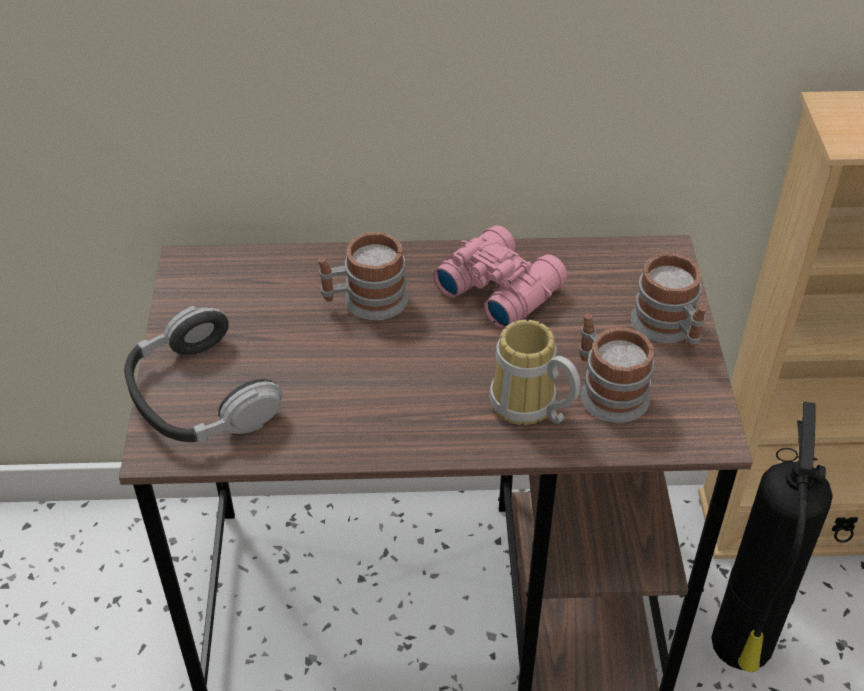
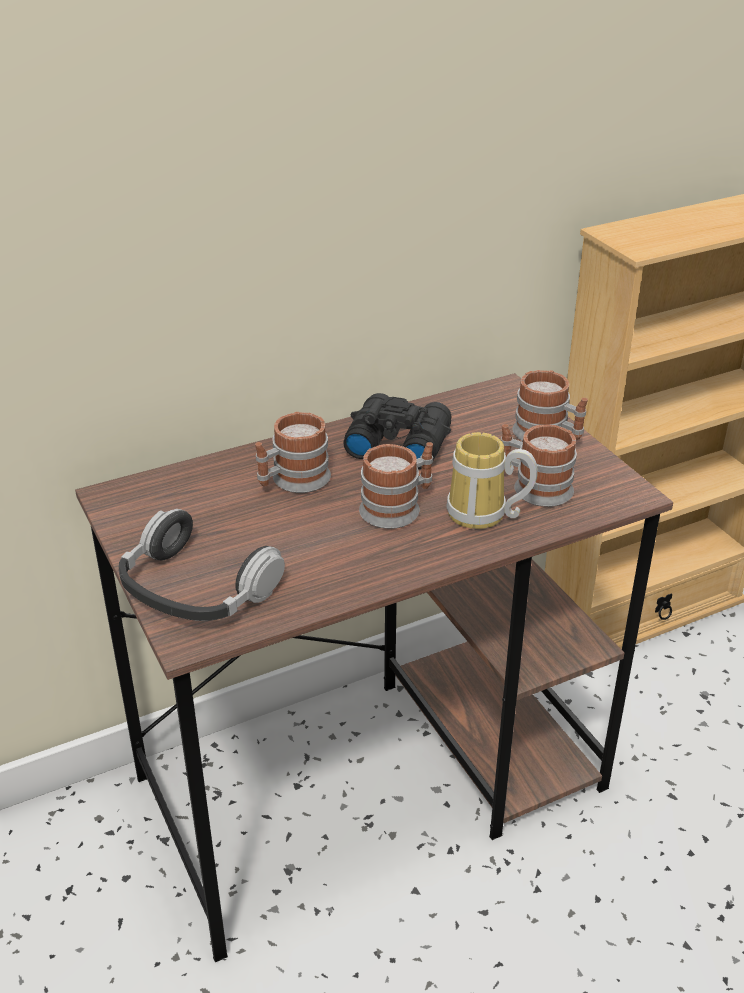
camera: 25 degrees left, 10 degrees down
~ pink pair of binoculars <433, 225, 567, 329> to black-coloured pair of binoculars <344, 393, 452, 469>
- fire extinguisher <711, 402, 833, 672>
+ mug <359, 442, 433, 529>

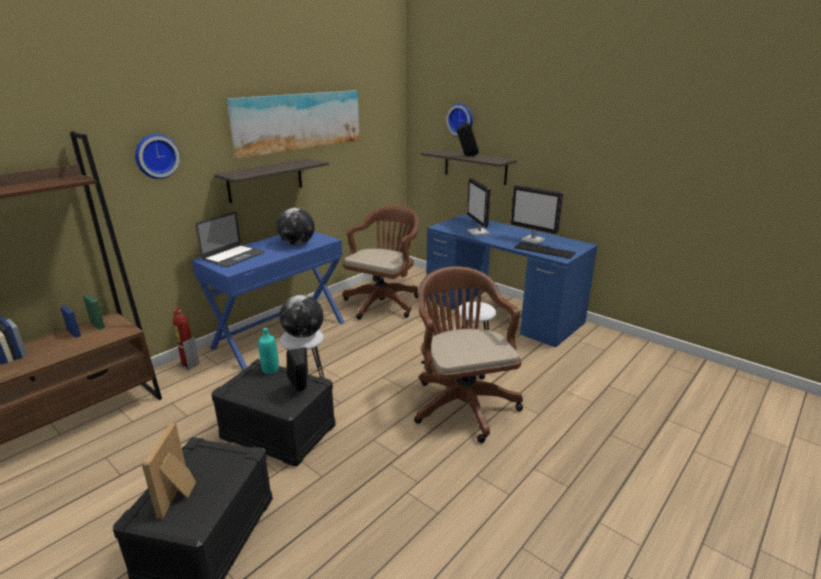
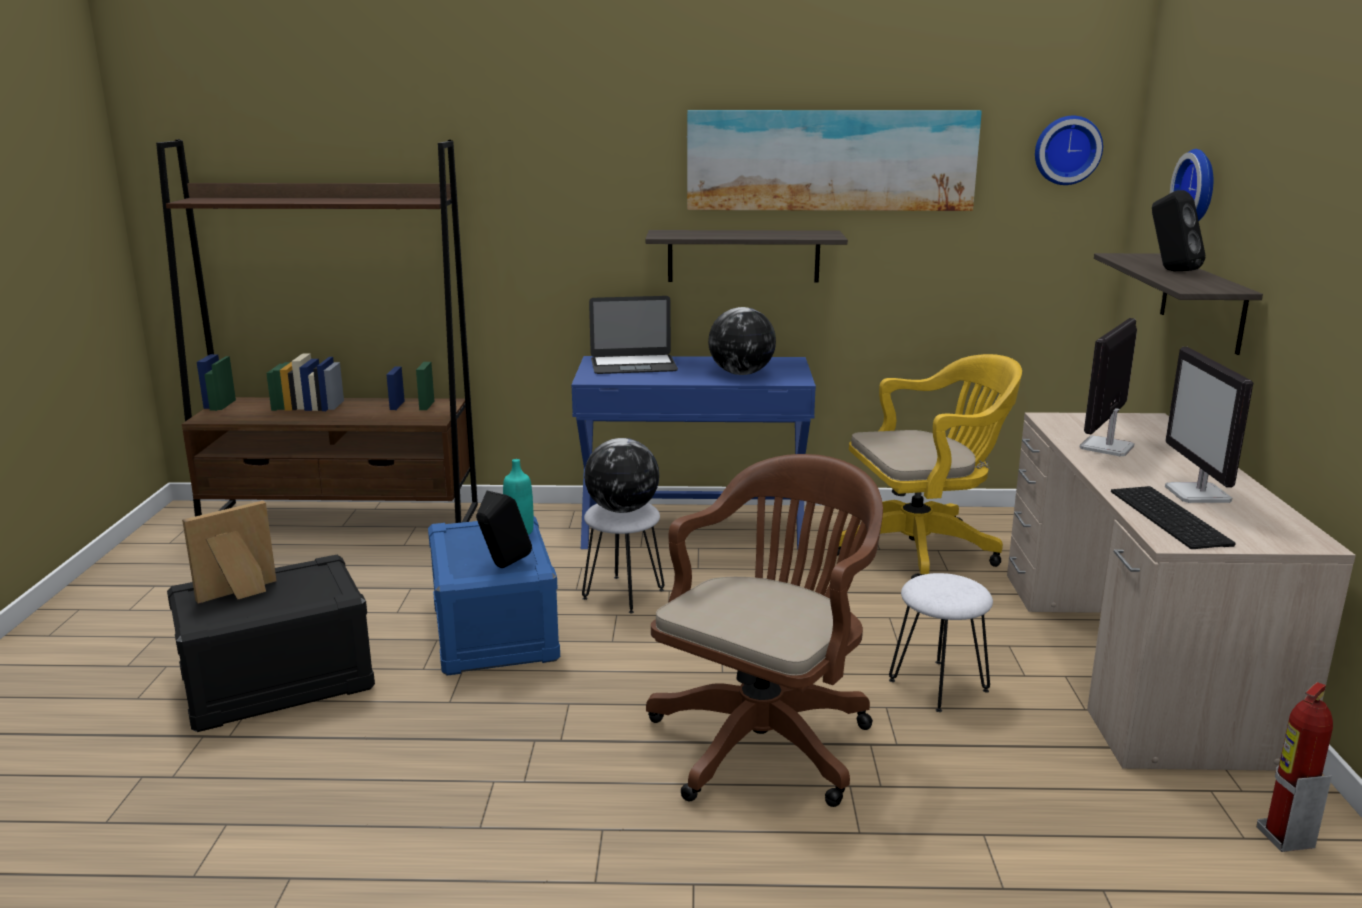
camera: 50 degrees right, 5 degrees down
~ wall clock <135, 134, 180, 179> to <1035, 116, 1103, 185>
~ brown computer chair <342, 205, 418, 320> to yellowish computer chair <837, 354, 1022, 579>
~ blue desk unit <426, 214, 598, 348> to beige desk unit <1007, 412, 1356, 770>
~ fire extinguisher <173, 307, 200, 370> to <1257, 682, 1333, 852>
~ black-coloured storage bin <211, 359, 336, 467> to blue storage bin <428, 516, 560, 676>

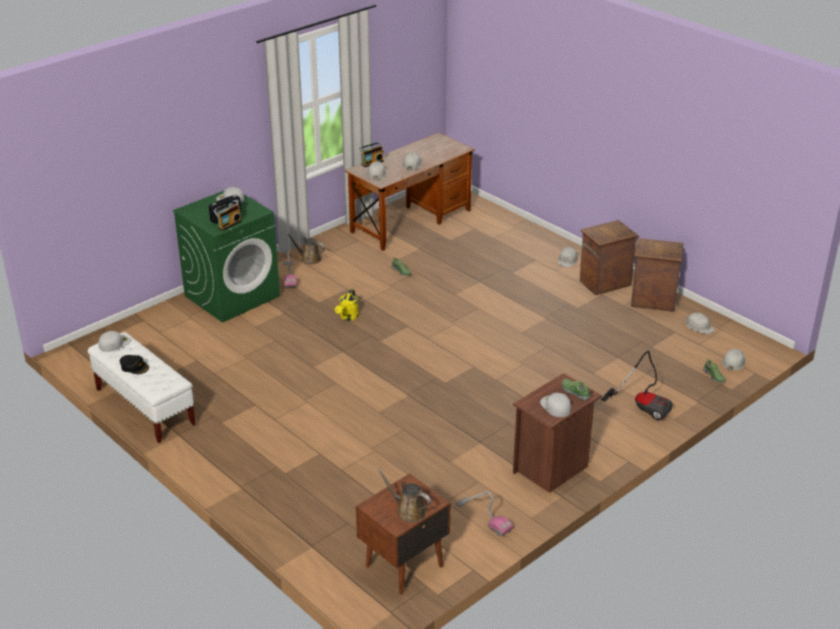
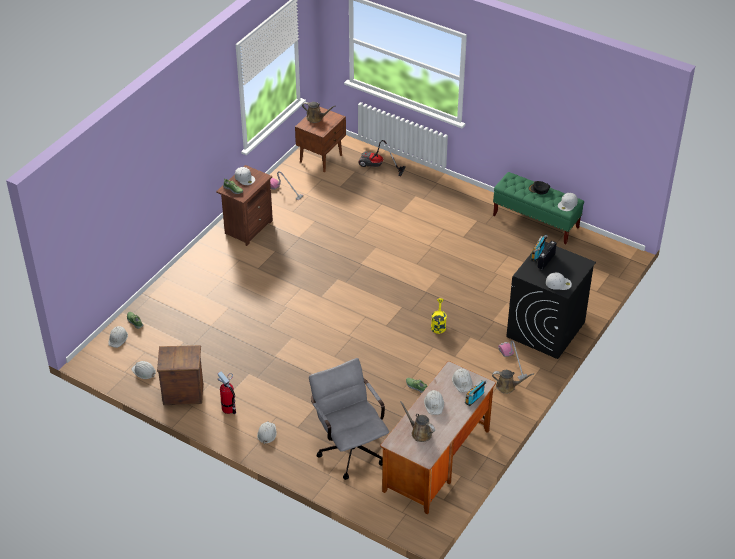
camera: 165 degrees right, 10 degrees up
~ green-coloured laundry machine <173, 191, 280, 323> to black-coloured laundry machine <507, 242, 596, 359>
~ shipping crate <580, 220, 638, 295> to fire extinguisher <217, 371, 236, 414>
~ whitish long seat <88, 332, 196, 443> to green-coloured long seat <493, 172, 584, 244>
~ vacuum <601, 351, 673, 421> to <358, 140, 406, 176>
+ greyish computer chair <309, 358, 389, 480>
+ brown sprinkling can <400, 401, 435, 442>

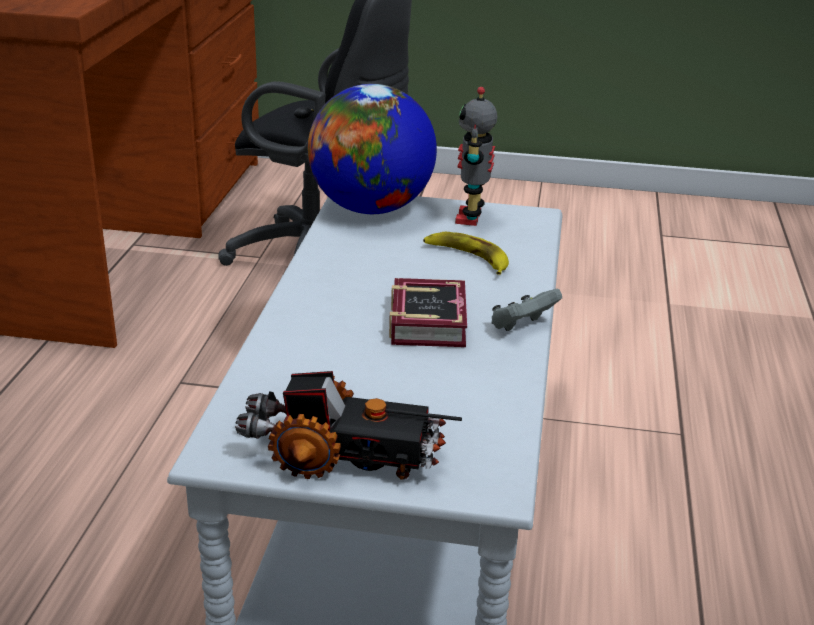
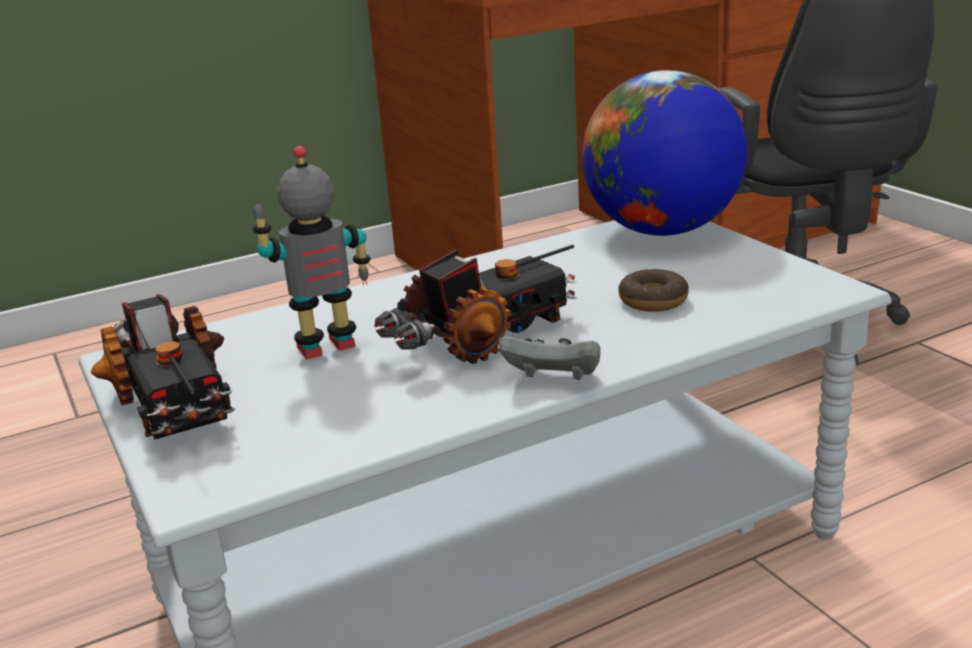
camera: 55 degrees right, 5 degrees down
~ robot figure <455, 87, 497, 226> to <253, 146, 371, 359>
~ banana fruit <423, 232, 509, 275> to doughnut <618, 269, 689, 312>
~ bound book <389, 278, 467, 347> to model truck <375, 245, 577, 364>

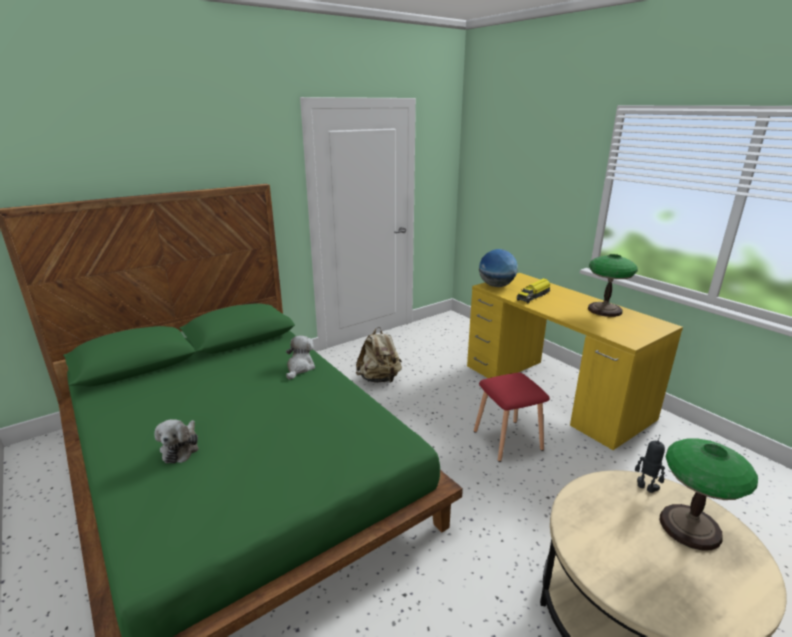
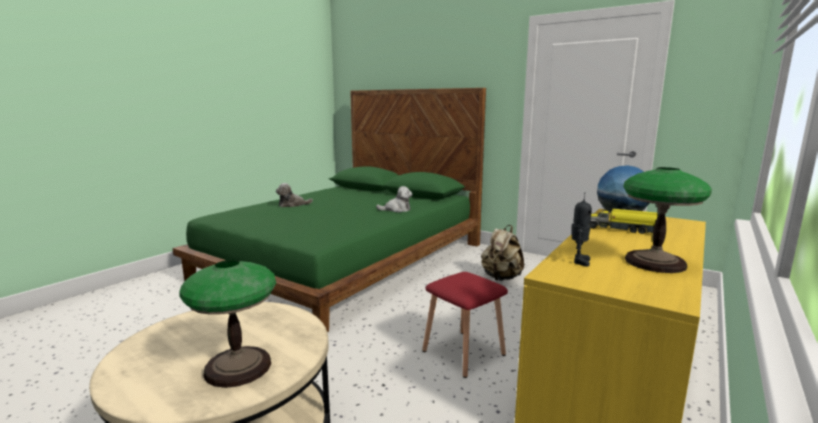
camera: 70 degrees right, 10 degrees down
~ robot figure <635, 435, 665, 493> to <572, 192, 592, 266>

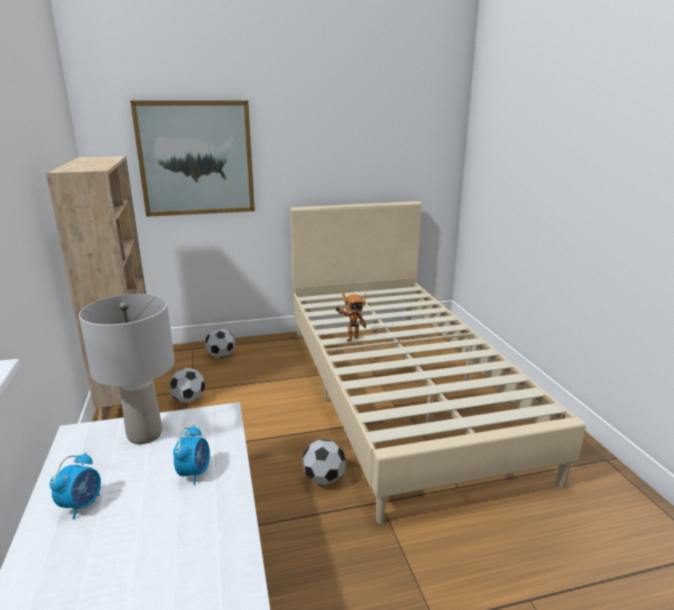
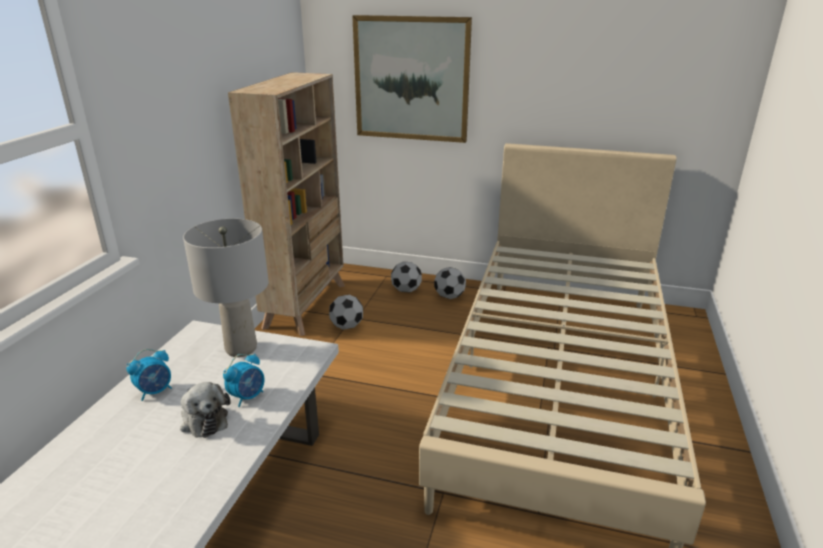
camera: 30 degrees right, 5 degrees up
- robot figure <336, 293, 366, 342>
~ football <302, 439, 346, 485> to <434, 267, 466, 299>
+ soft toy <180, 382, 231, 438>

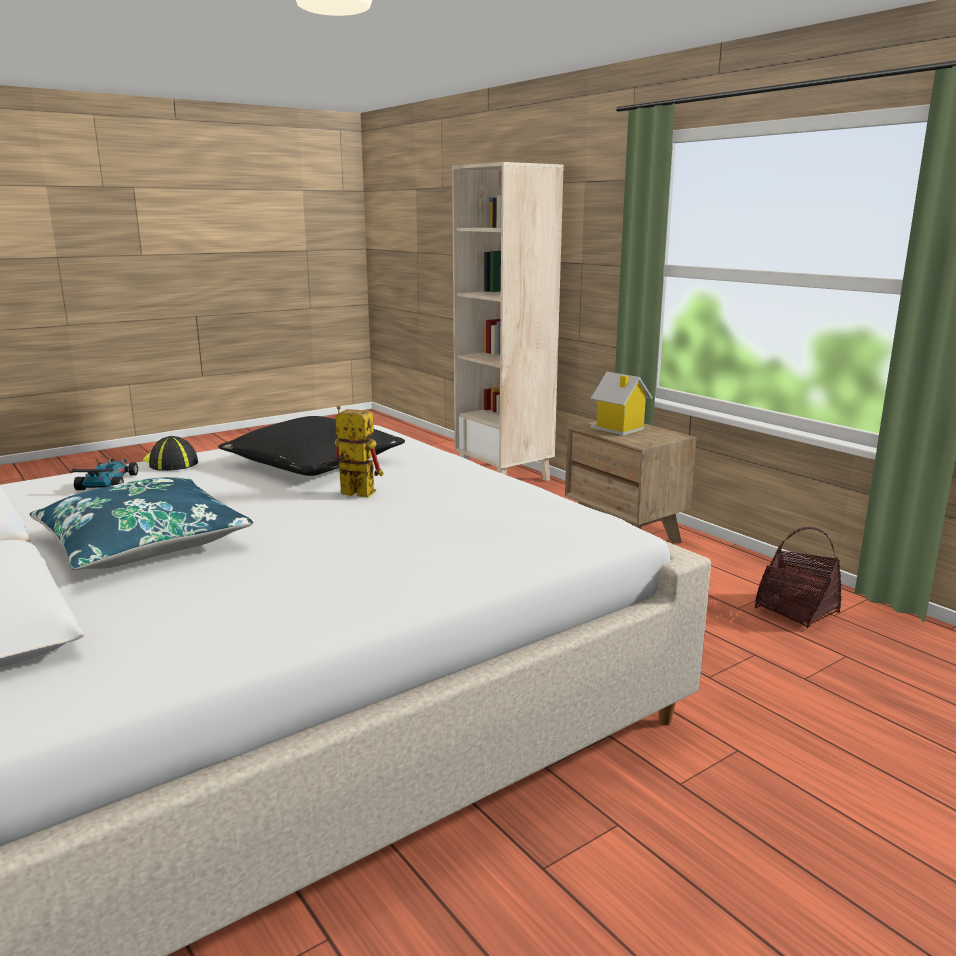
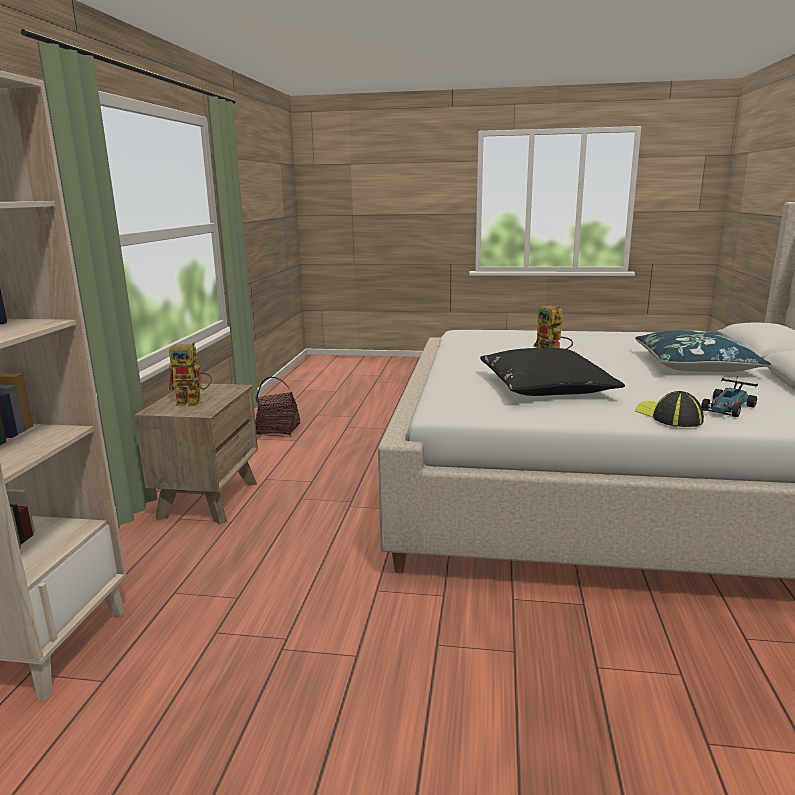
camera: 135 degrees left, 0 degrees up
~ model house <591, 372, 653, 435> to robot figure <168, 342, 212, 406>
~ cap <143, 436, 198, 471> = <636, 391, 704, 427> 150 degrees clockwise

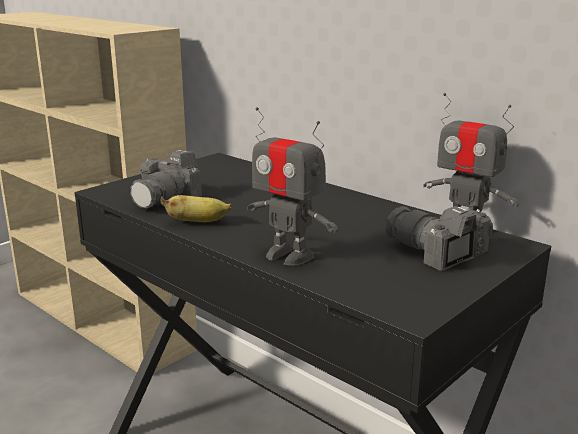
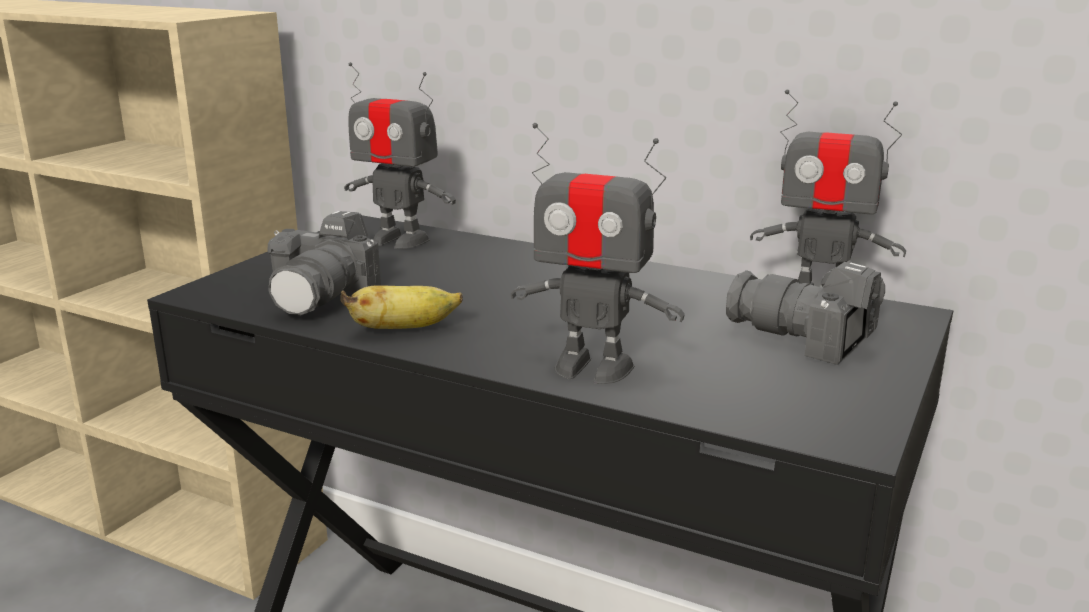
camera: 15 degrees left, 0 degrees up
+ robot figure <344, 62, 456, 249>

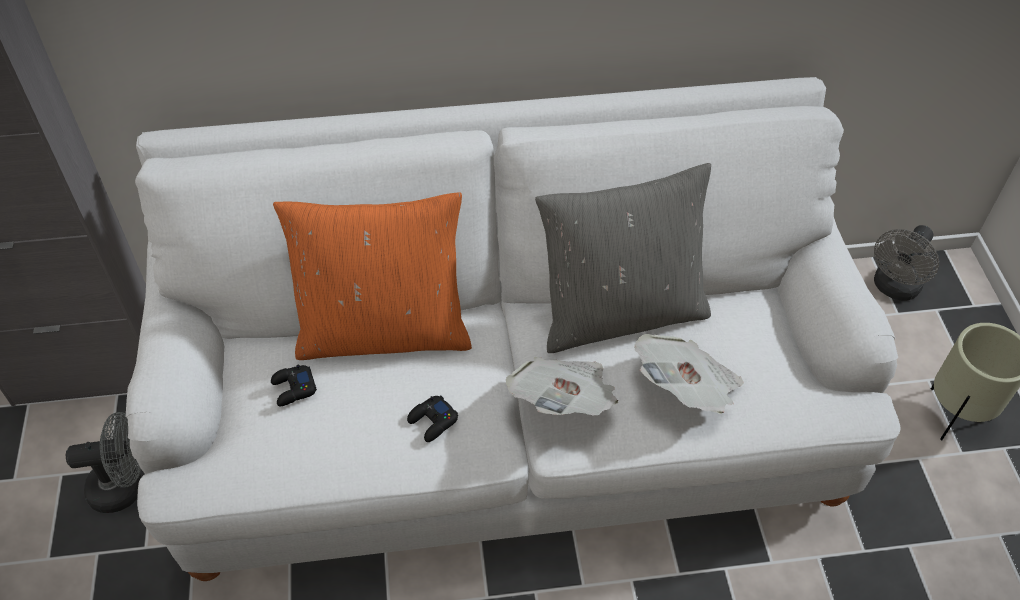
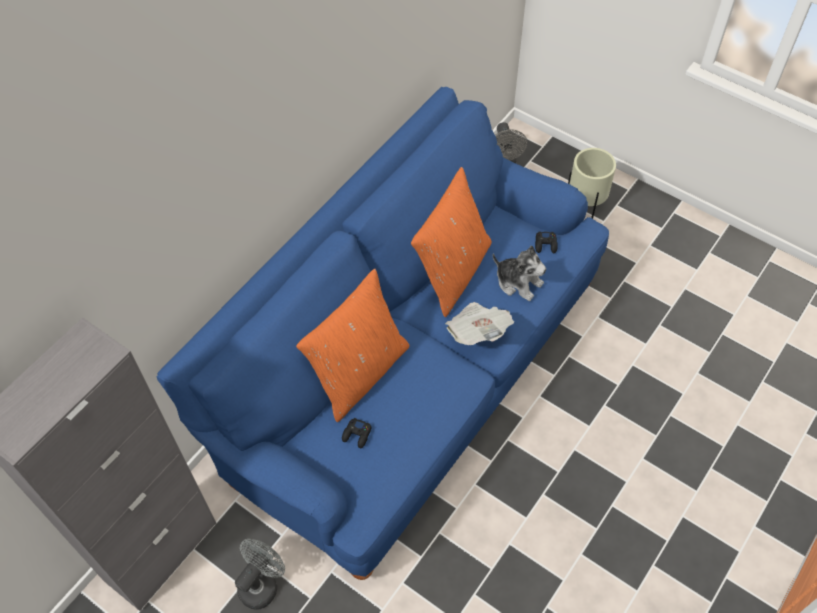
camera: 45 degrees left, 5 degrees up
~ whitish couch <126, 77, 901, 581> to blue couch <157, 87, 609, 580>
~ greyish cushion <535, 163, 711, 353> to orange cushion <411, 167, 492, 317>
~ printed paper <634, 334, 744, 414> to soft toy <493, 246, 546, 301>
~ black-coloured joypad <407, 395, 458, 442> to <535, 231, 558, 253>

